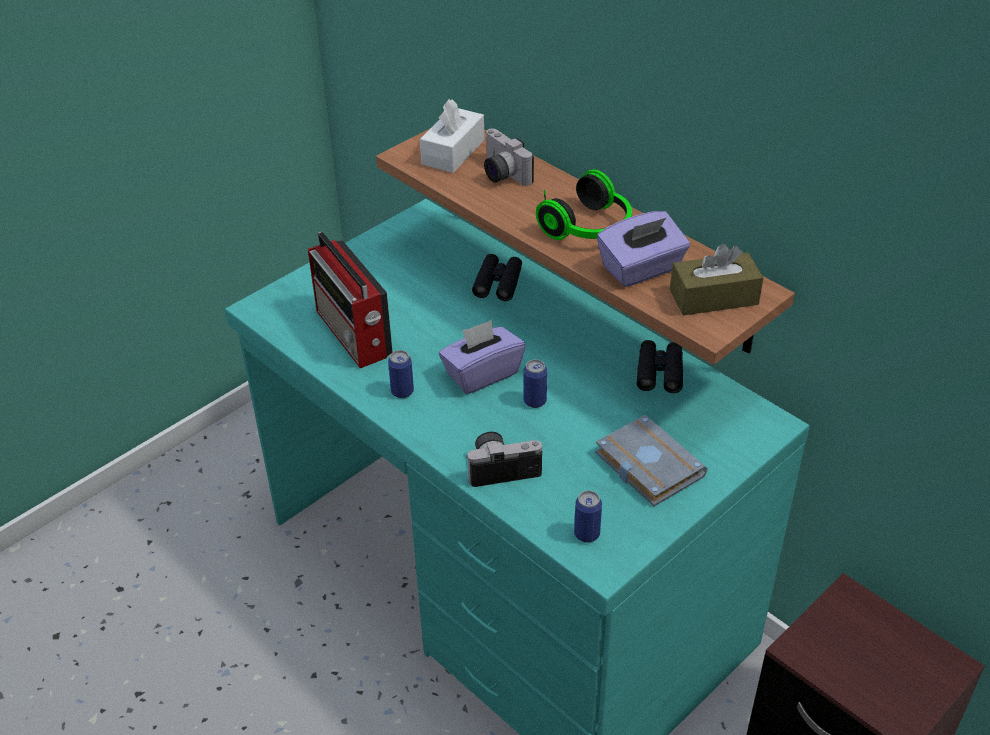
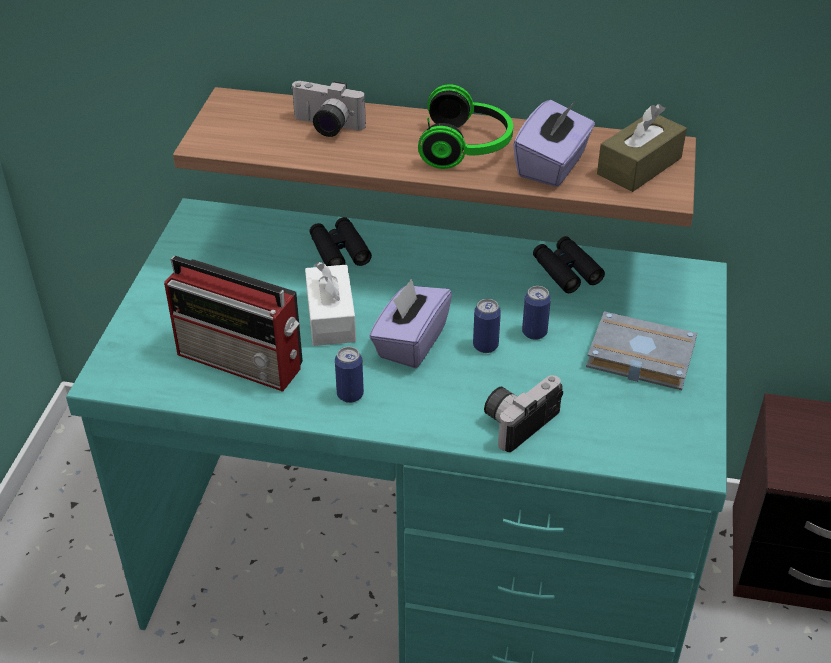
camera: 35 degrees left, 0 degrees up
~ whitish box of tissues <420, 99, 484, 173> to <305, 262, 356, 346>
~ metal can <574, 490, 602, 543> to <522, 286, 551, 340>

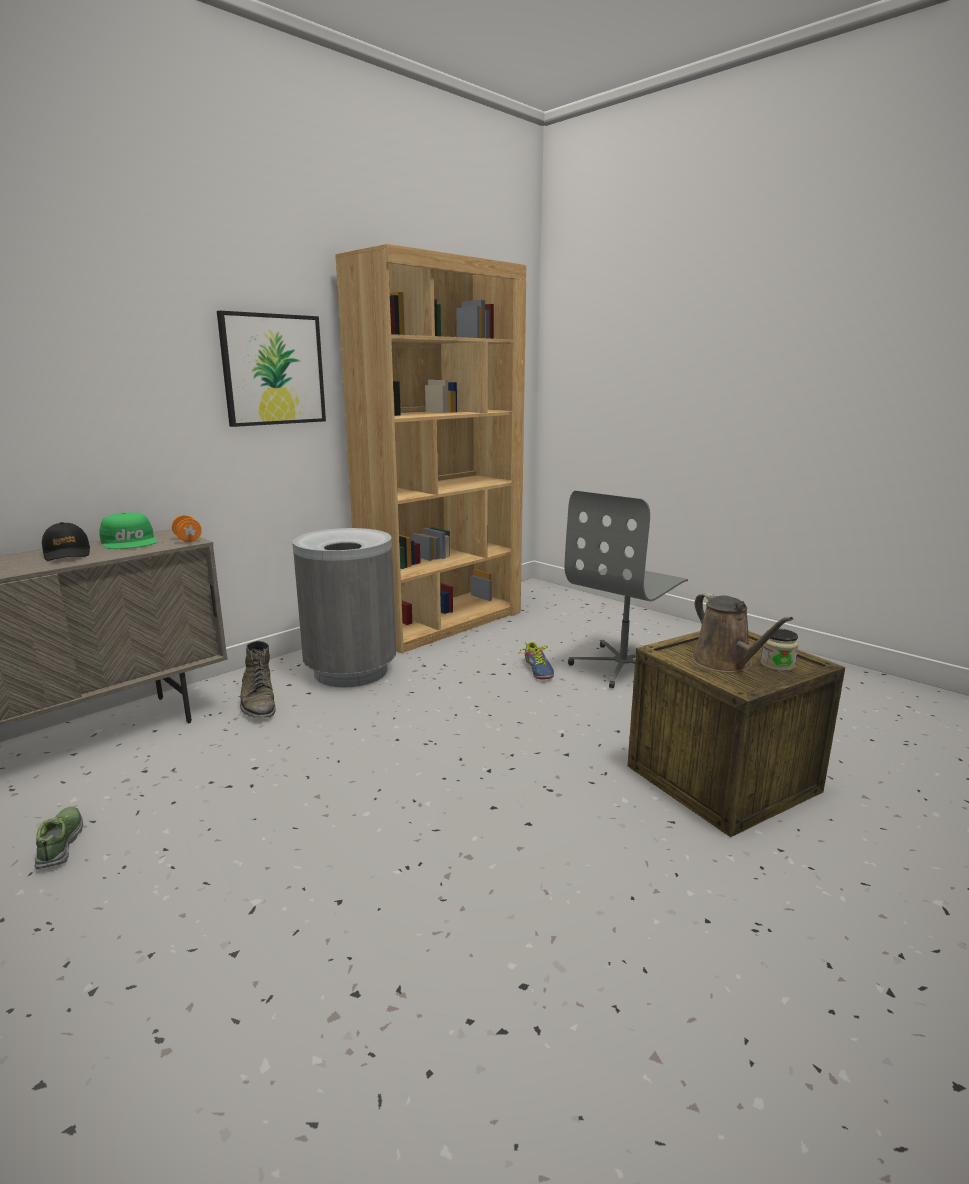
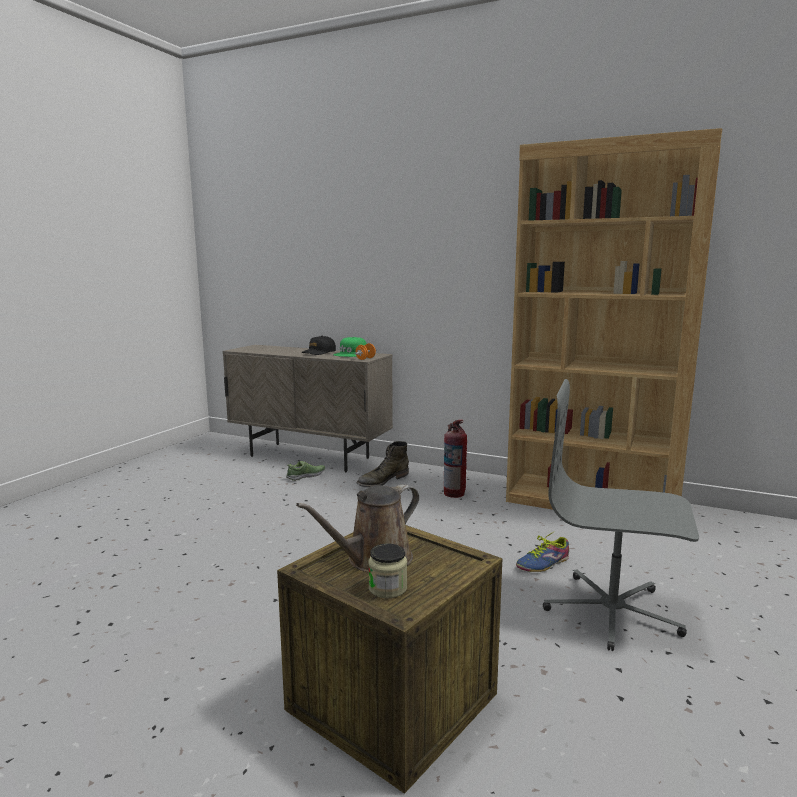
camera: 70 degrees right, 5 degrees down
- wall picture <217, 311, 326, 427>
~ greyish rubbish bin <292, 528, 396, 687> to fire extinguisher <444, 420, 467, 498>
~ item of footwear <35, 806, 83, 870> to <286, 461, 325, 481>

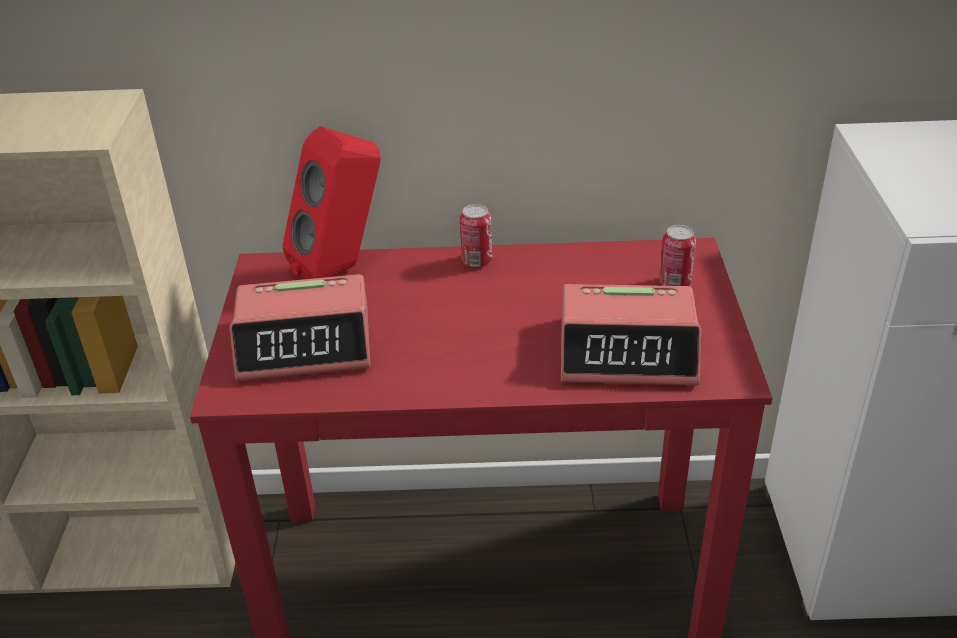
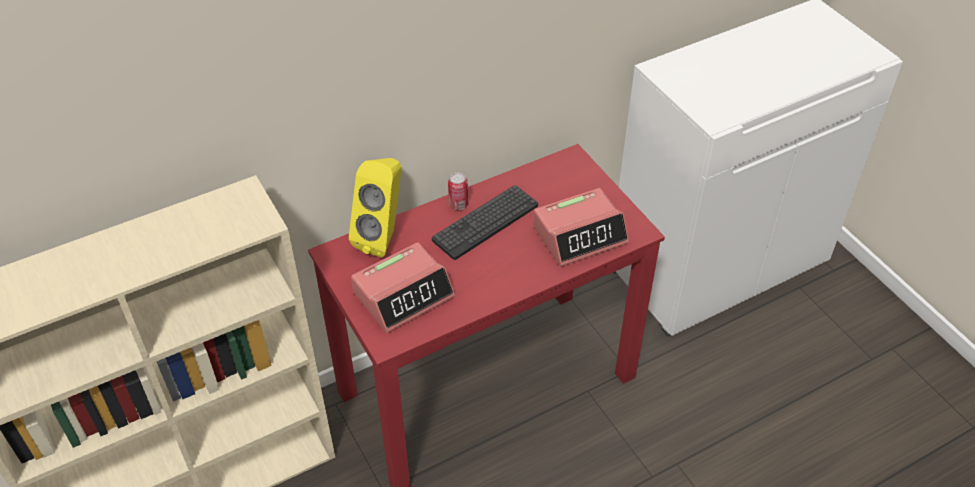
camera: 30 degrees left, 10 degrees up
~ red-coloured audio speaker <282, 126, 381, 279> to yellowish audio speaker <349, 158, 401, 257>
- metal can <659, 225, 696, 286>
+ keyboard <432, 185, 538, 260>

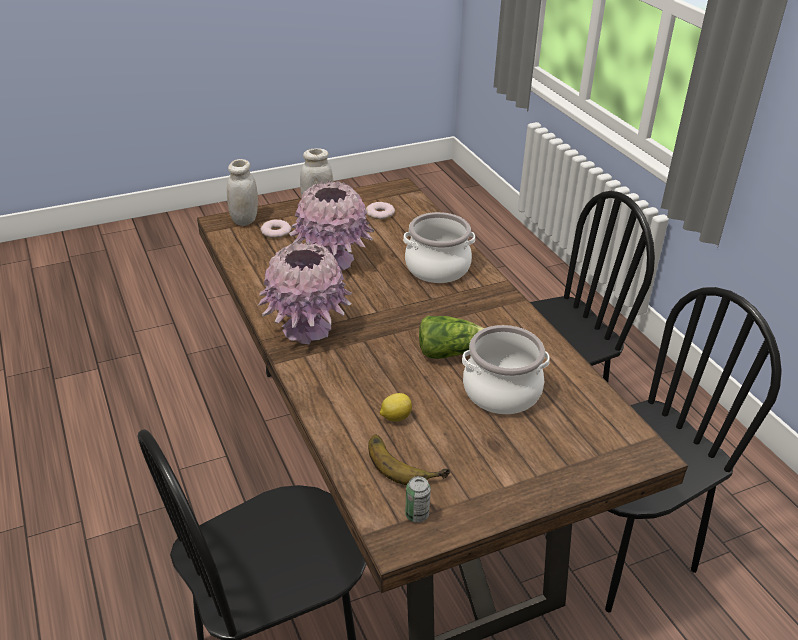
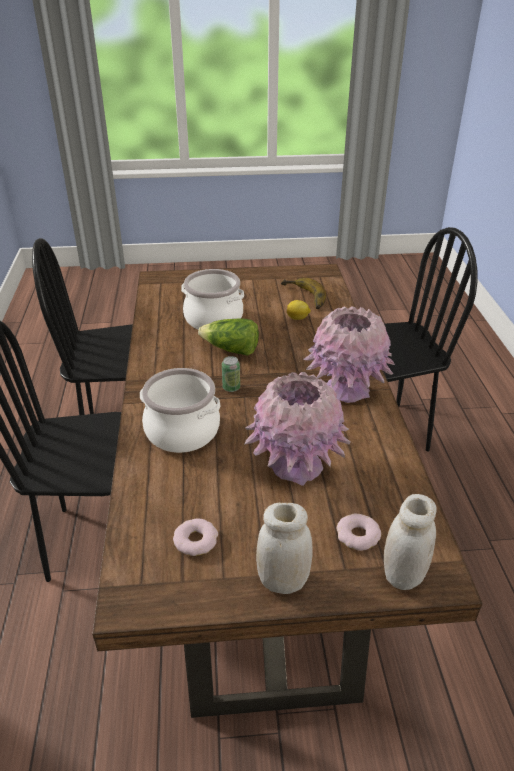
camera: 160 degrees left, 0 degrees up
~ metal can <405, 476, 431, 522> to <222, 356, 240, 392>

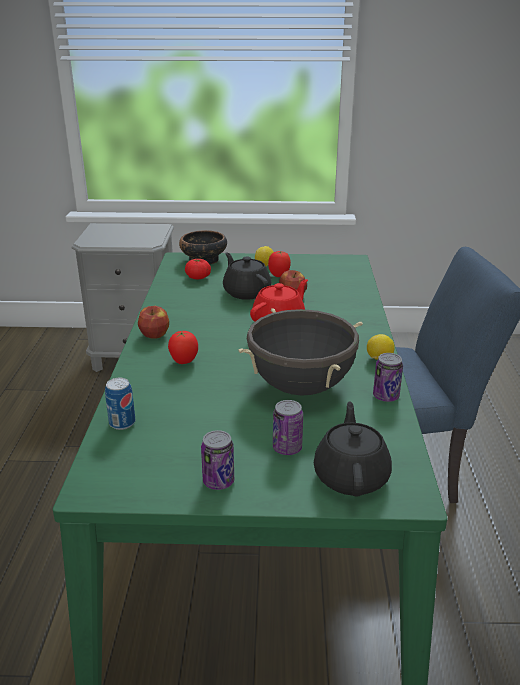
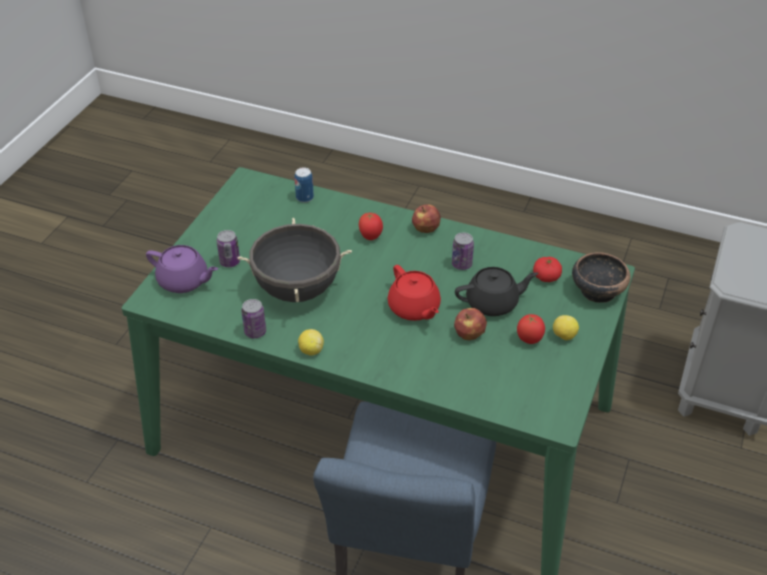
camera: 110 degrees right, 15 degrees up
~ black-coloured pot for tea <314, 402, 392, 497> to purplish pot for tea <146, 245, 218, 293>
~ metal can <201, 430, 234, 490> to <452, 232, 474, 270>

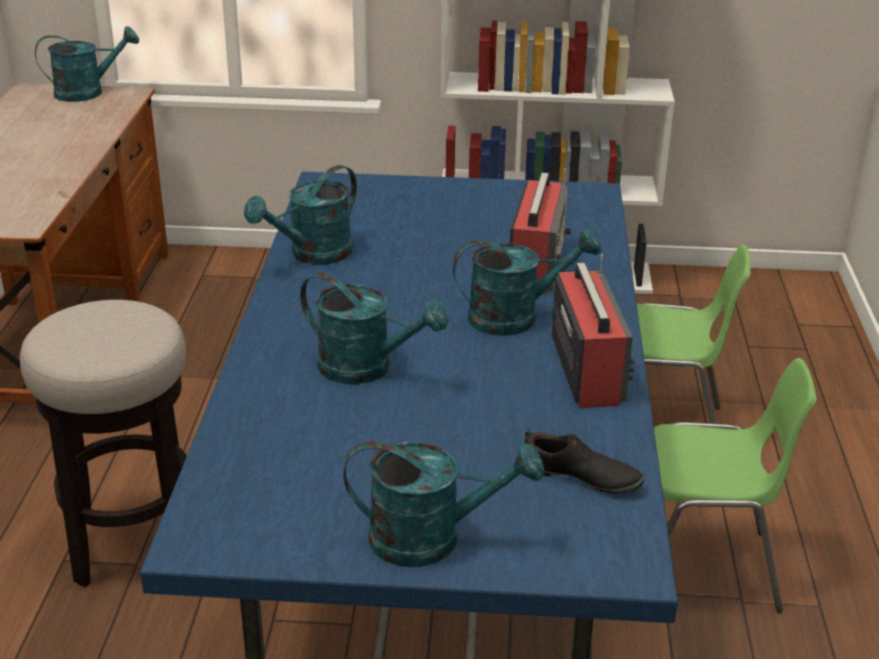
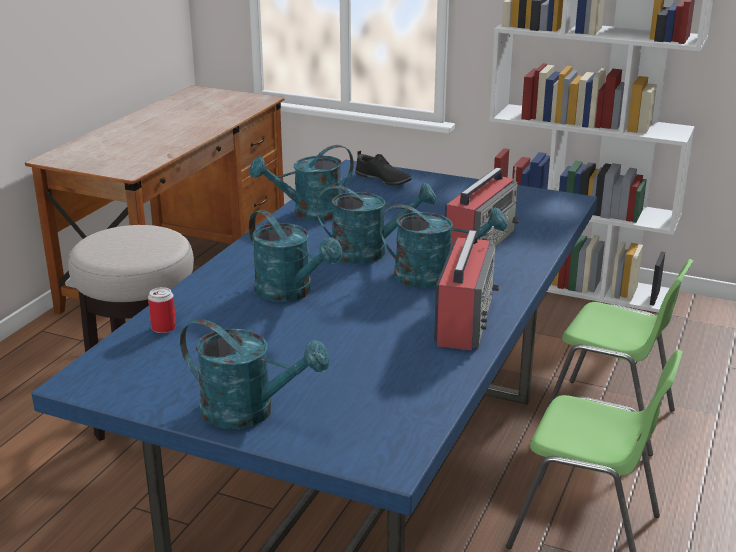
camera: 20 degrees right, 5 degrees down
~ turquoise sprinkling can <35, 26, 139, 102> to <316, 183, 437, 264>
~ black-coloured item of footwear <524, 428, 645, 494> to <355, 150, 412, 186>
+ metal can <148, 287, 176, 333>

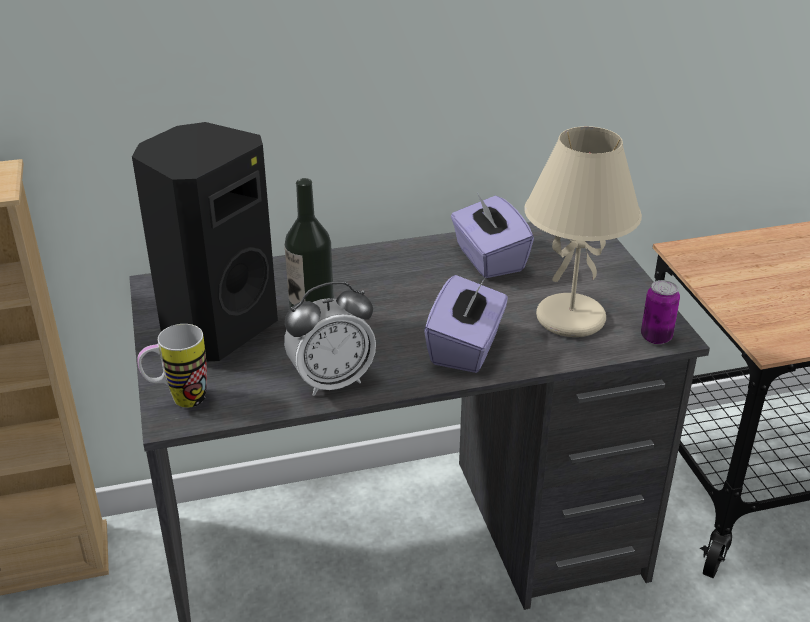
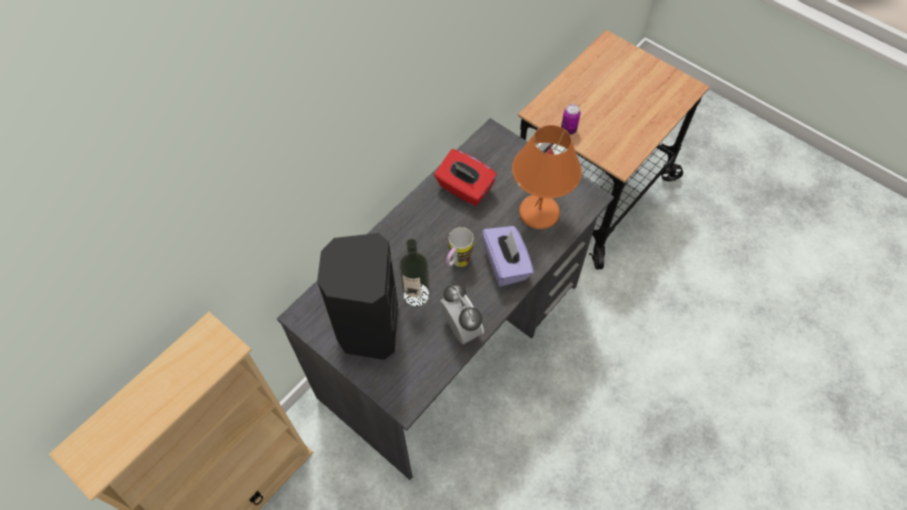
camera: 35 degrees left, 25 degrees up
~ beige table lamp <524, 126, 642, 337> to orange table lamp <512, 125, 582, 229>
~ purplish box of tissues <451, 192, 534, 278> to red-coloured box of tissues <434, 149, 497, 206>
~ metal can <641, 280, 680, 344> to <561, 104, 581, 135>
~ bedside clock <284, 281, 376, 396> = <439, 283, 484, 344> 60 degrees counterclockwise
~ mug <137, 324, 207, 408> to <446, 227, 473, 267>

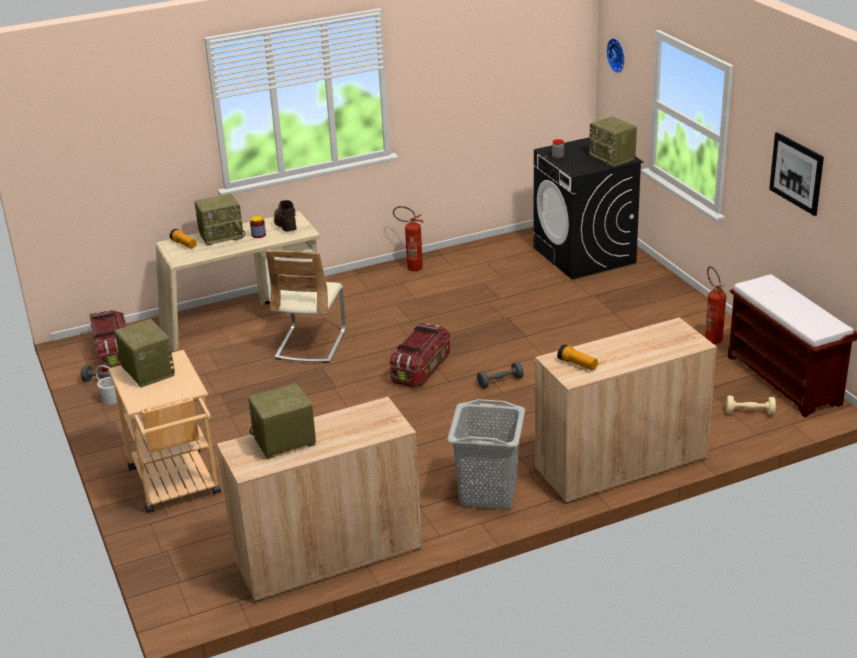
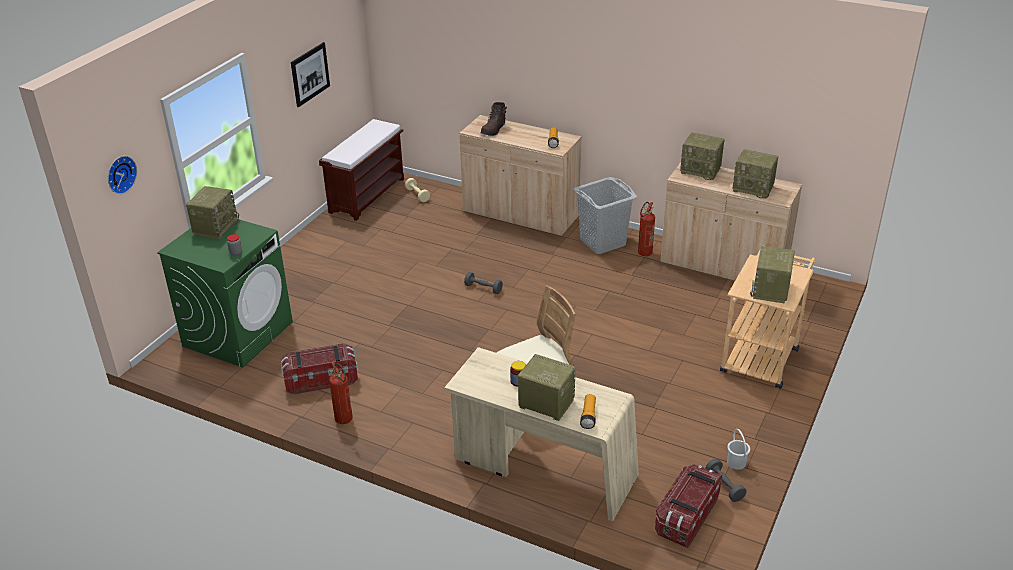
camera: 130 degrees left, 5 degrees up
~ black-coloured laundry machine <534, 137, 643, 279> to green-coloured laundry machine <157, 219, 293, 368>
~ brown boot <274, 200, 297, 232> to <481, 102, 507, 136>
~ fire extinguisher <705, 266, 726, 344> to <638, 202, 655, 256>
~ storage bin <390, 323, 450, 387> to <280, 344, 358, 395>
+ radio <680, 132, 724, 180>

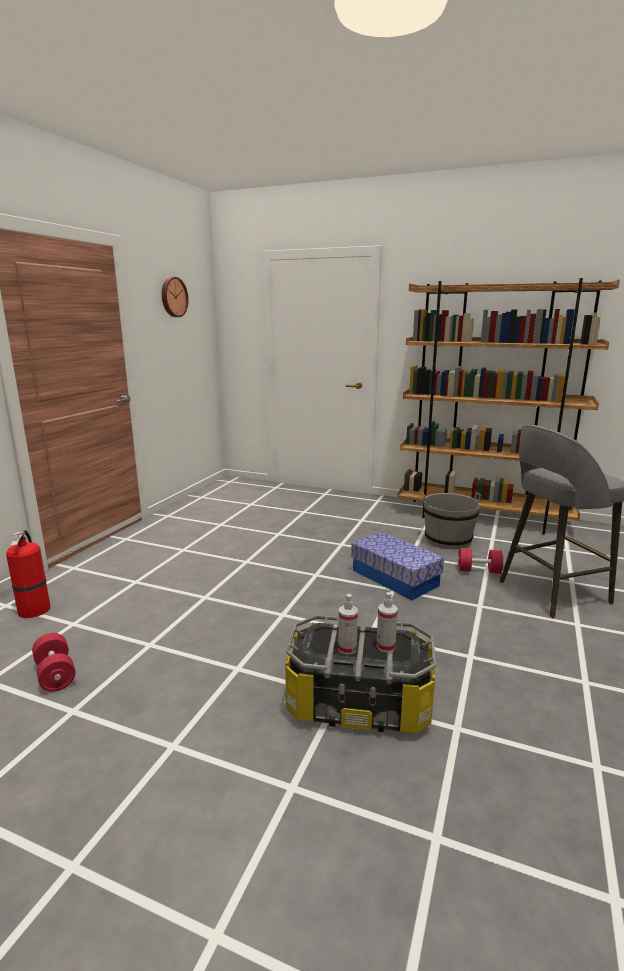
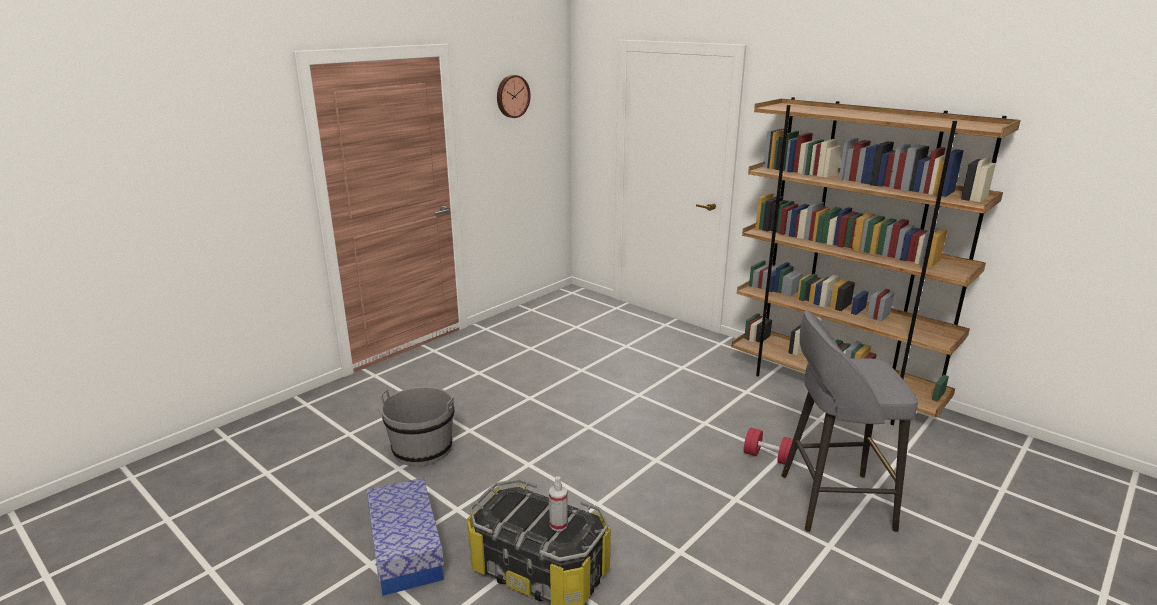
camera: 20 degrees right, 5 degrees up
~ greyish water bucket <423, 492, 481, 549> to <380, 386, 454, 466>
- fire extinguisher <6, 530, 50, 618>
~ storage bin <351, 532, 444, 600> to <366, 478, 444, 596>
- spray bottle <338, 594, 358, 655>
- red-coloured free weight <32, 633, 76, 692>

